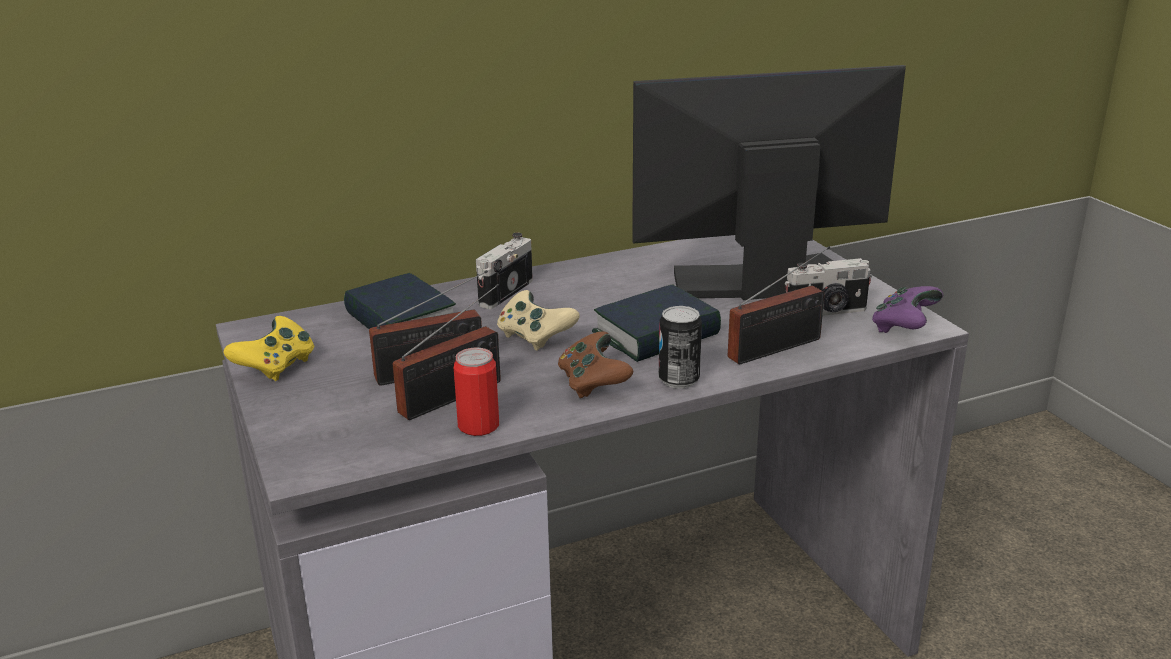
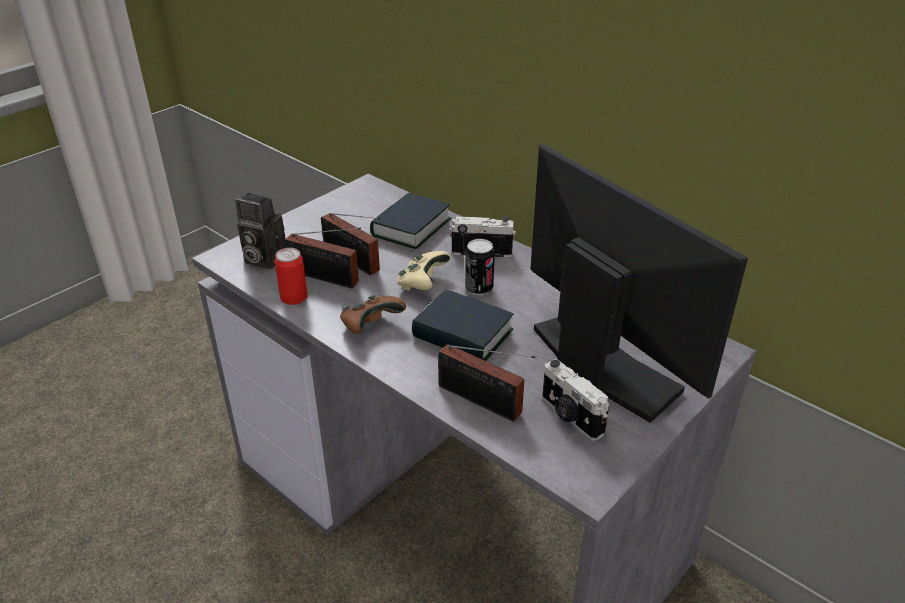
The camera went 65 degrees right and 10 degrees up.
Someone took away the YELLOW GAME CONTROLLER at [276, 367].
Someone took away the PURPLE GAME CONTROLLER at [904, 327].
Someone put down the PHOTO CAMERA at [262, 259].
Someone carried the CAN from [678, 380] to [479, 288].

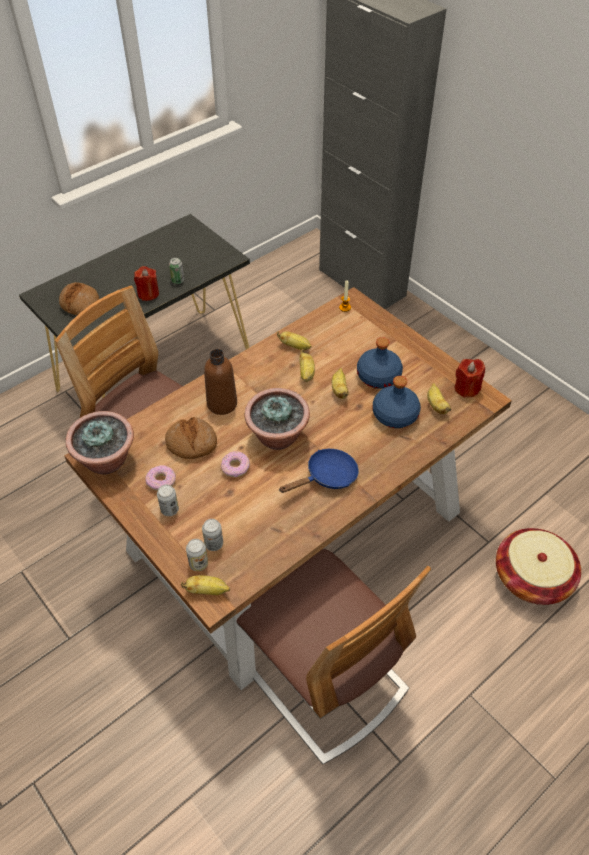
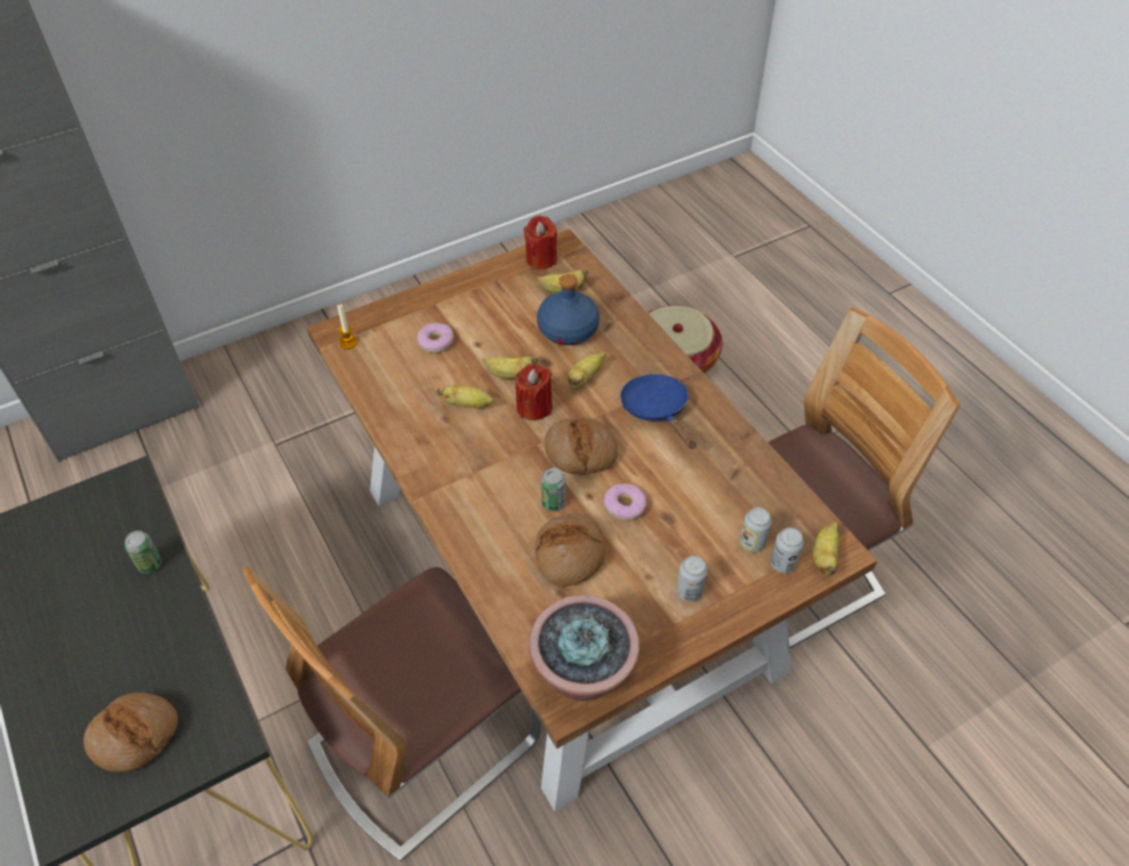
The camera went 80 degrees left and 0 degrees up.
Someone took away the BROWN BOTTLE at [222, 404].
Someone took away the BLUE BOTTLE at [379, 376].
Someone put down the CAN at [553, 503].
Someone carried the RED CANDLE from [148, 294] to [534, 407].
Someone carried the DONUT from [161, 481] to [435, 342].
Someone carried the BANANA from [295, 347] to [585, 378].
Someone swapped the POTTED PLANT at [278, 437] for the BREAD at [580, 452].

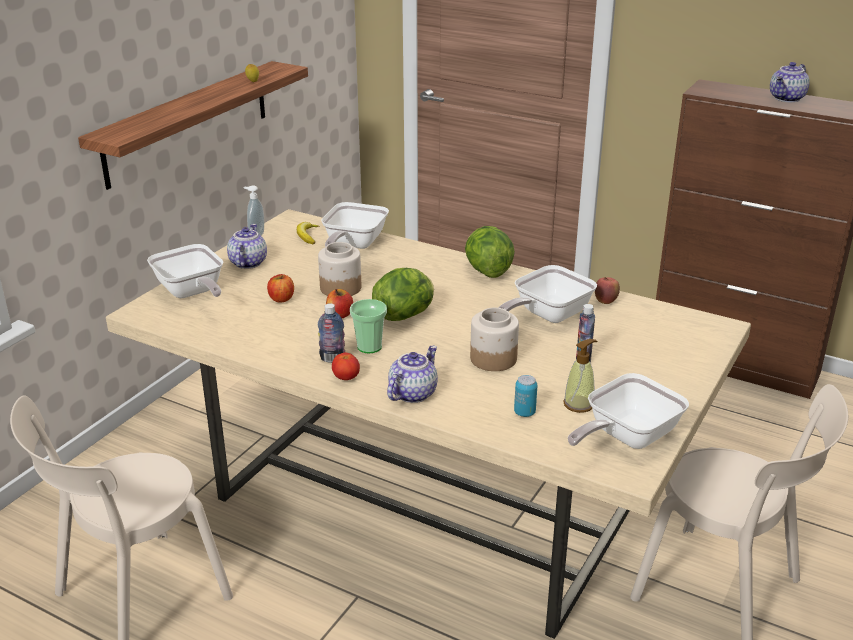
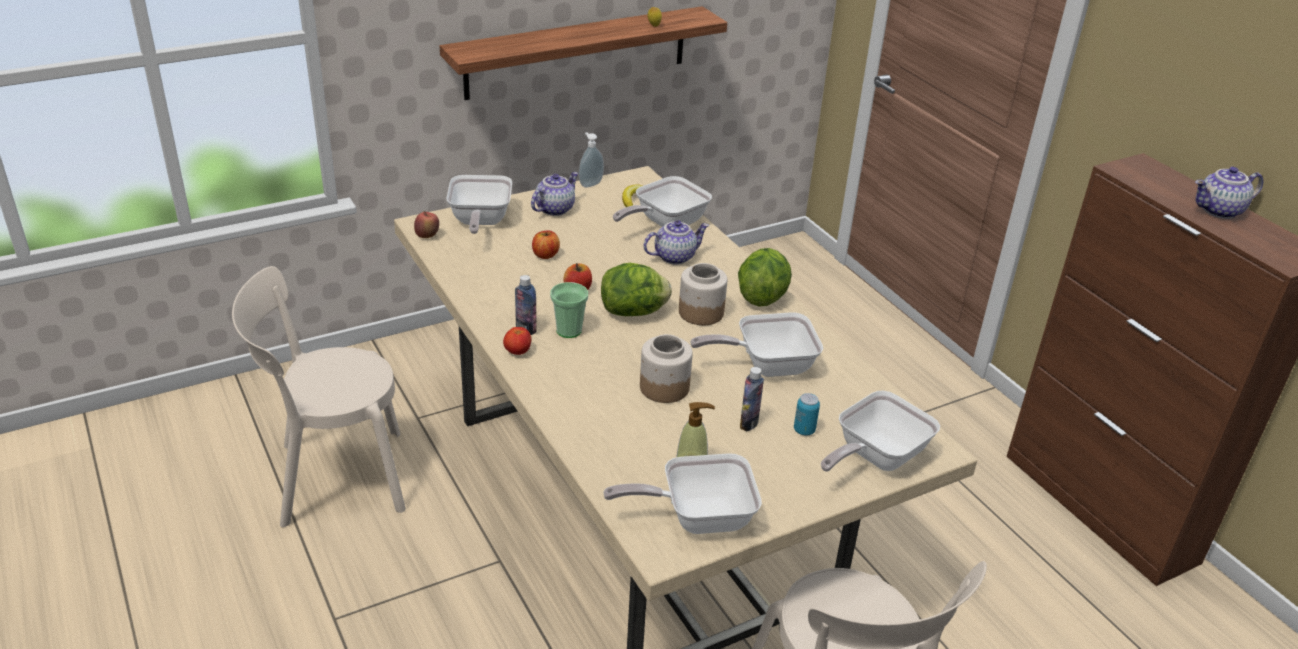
The camera went 30 degrees right and 5 degrees up.
Someone put down the FRYING PAN at [874, 457].
Someone carried the JAR from [340, 288] to [700, 312].
Someone carried the TEAPOT from [412, 393] to [674, 256].
Someone carried the CAN from [524, 412] to [804, 430].
Someone carried the APPLE from [605, 302] to [427, 236].

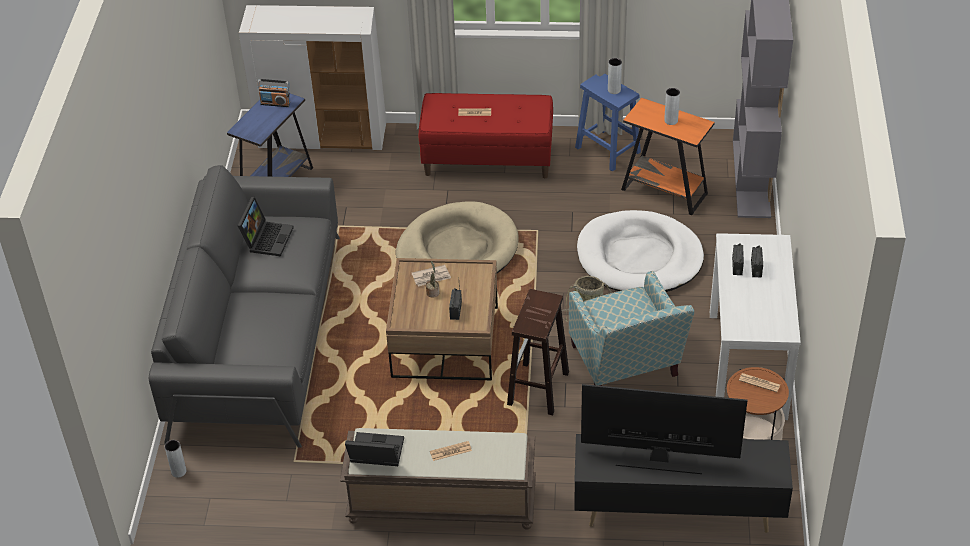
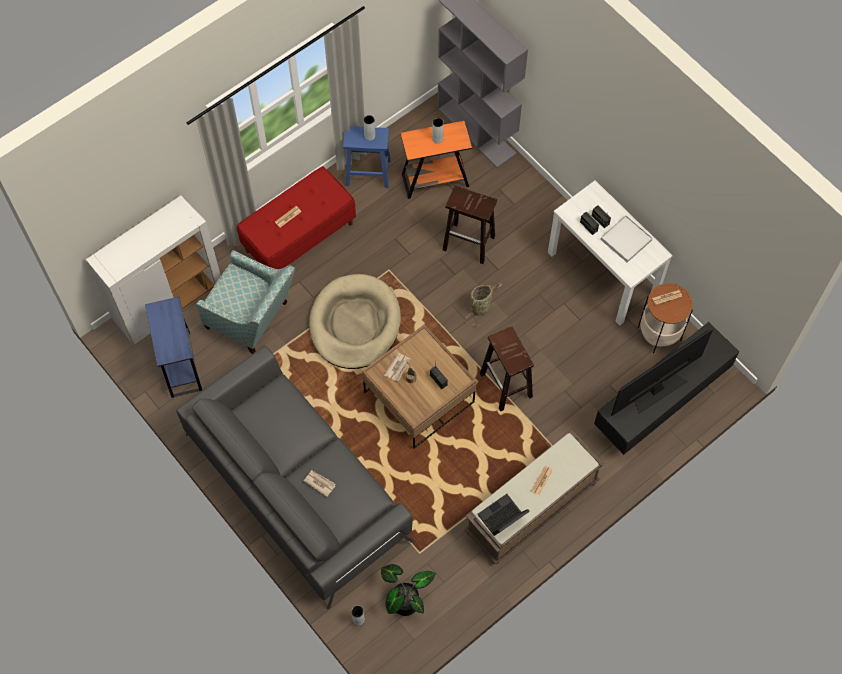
The camera went 45 degrees left and 20 degrees up.
Someone took away the LAPTOP at [267, 238].
Someone took away the RADIO at [275, 103].
Someone put down the NEWSPAPER at [319, 483].
Someone put down the POTTED PLANT at [404, 599].
Someone put down the WHITE TRAY at [626, 240].
Someone carried the ARMCHAIR from [627, 368] to [253, 319].
Someone swapped the WHITE DOG BED at [639, 257] for the BROWN STOOL at [469, 243].

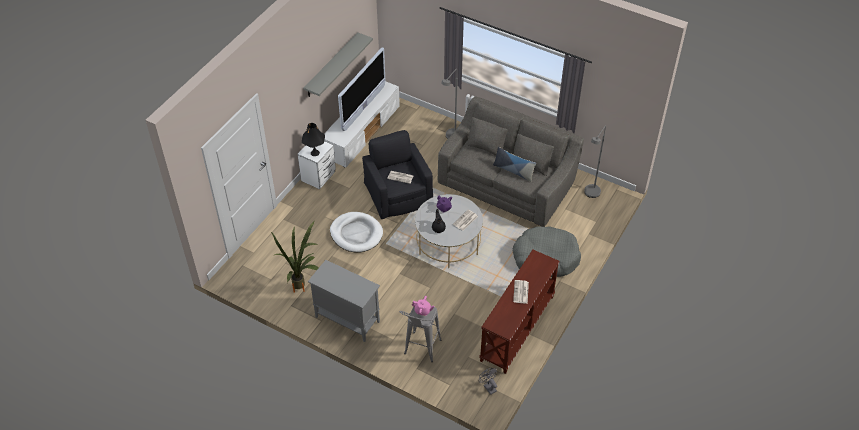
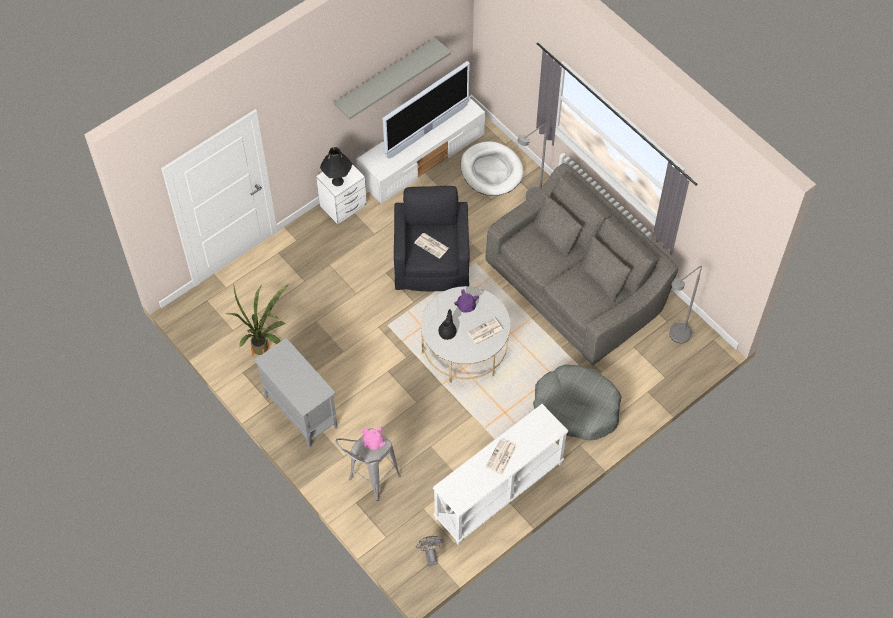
The camera went 20 degrees right and 10 degrees up.
Someone took away the PILLOW at [513, 171].
Someone carried the WHITE DOG BED from [356, 234] to [491, 171].
Someone repainted the BROWN CONSOLE TABLE at [518, 329], which became the WHITE CONSOLE TABLE at [499, 492].

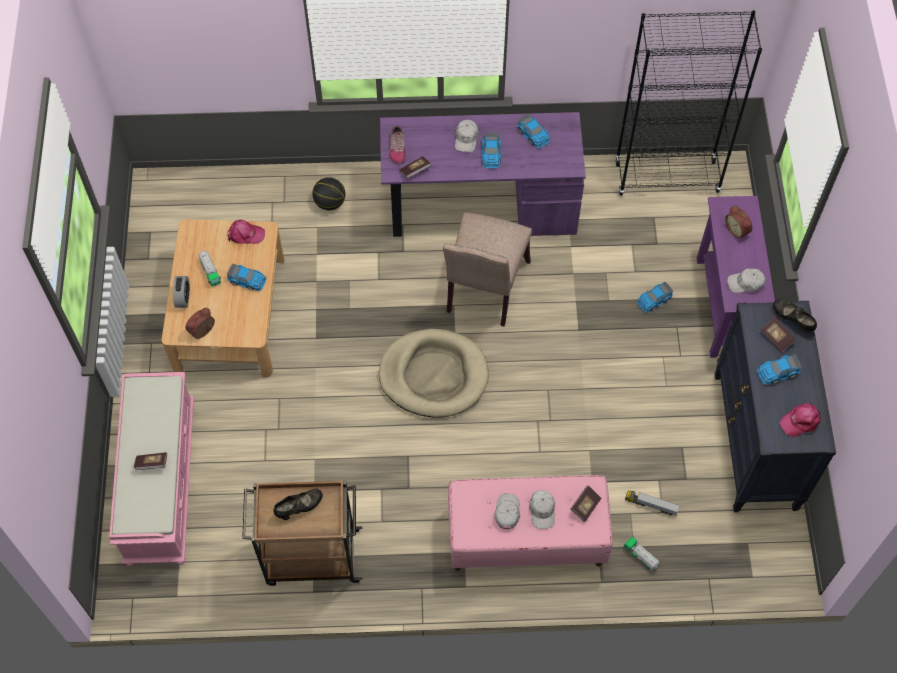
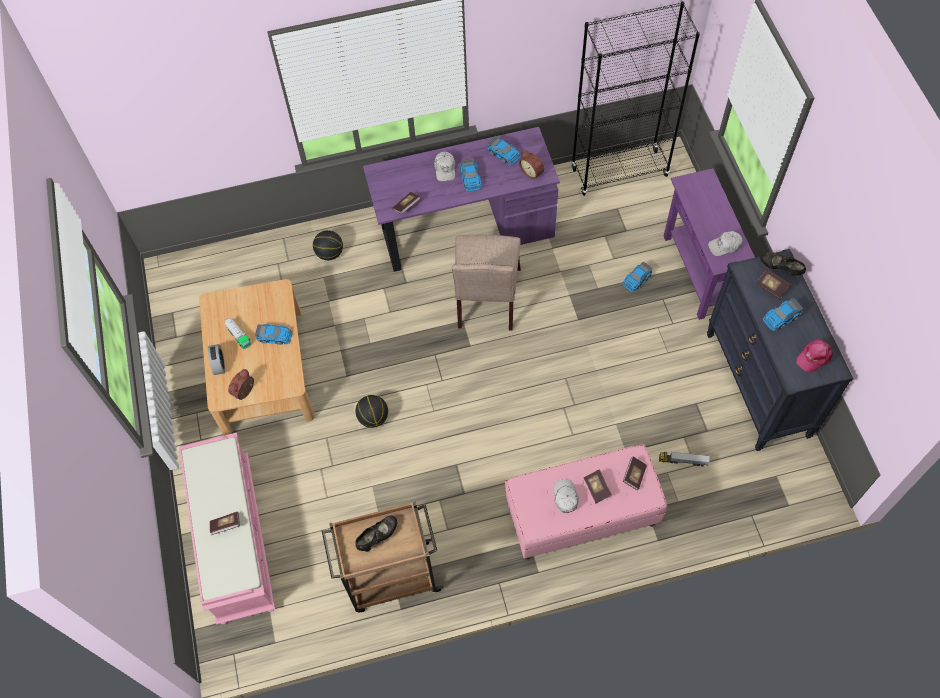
The camera went 10 degrees left and 0 degrees up.
Someone took away the PINK CAP at [245, 234].
Someone took away the BEIGE DOG BED at [434, 375].
Someone took away the SHOE at [397, 148].
Someone took away the TOY TRUCK at [640, 556].
Someone put down the BASKETBALL at [373, 417].
Someone carried the ALARM CLOCK from [737, 230] to [532, 172].
Someone swapped the WHITE CAP at [542, 511] for the BOOK at [596, 488].

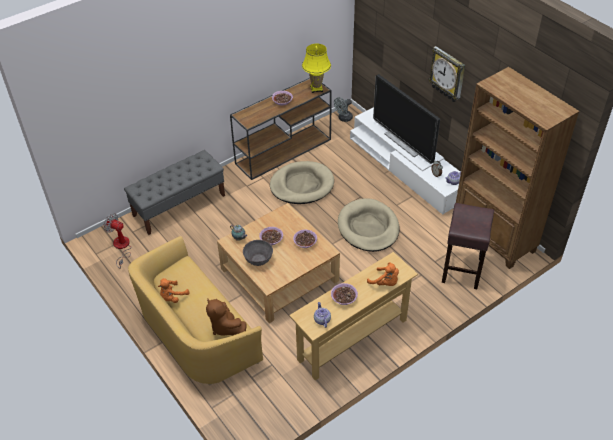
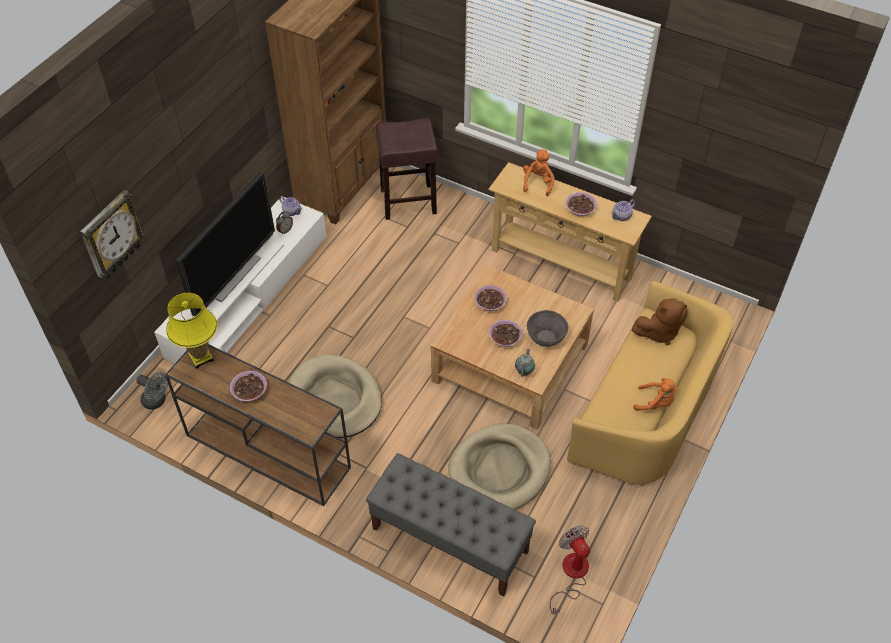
The camera went 115 degrees left and 5 degrees up.
Someone carried the BEIGE DOG BED from [368, 227] to [499, 470].
Someone carried the WALL CLOCK from [447, 74] to [111, 236].
Someone rotated the FAN at [121, 247] by 150 degrees clockwise.
Someone rotated the BROWN PLUSH TOY at [225, 327] by 45 degrees clockwise.

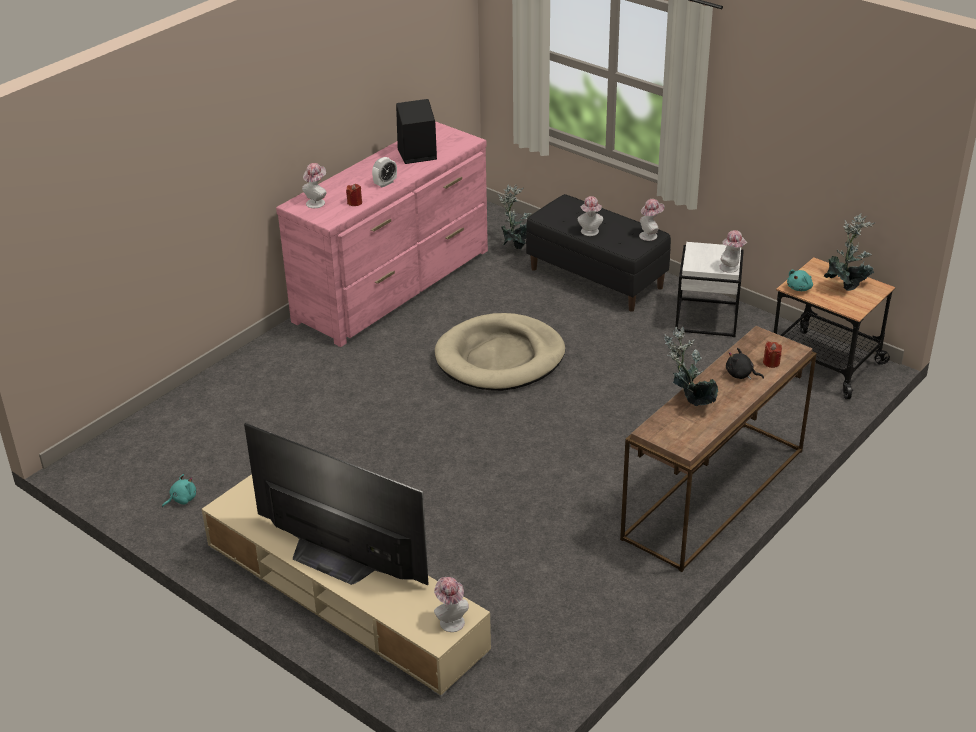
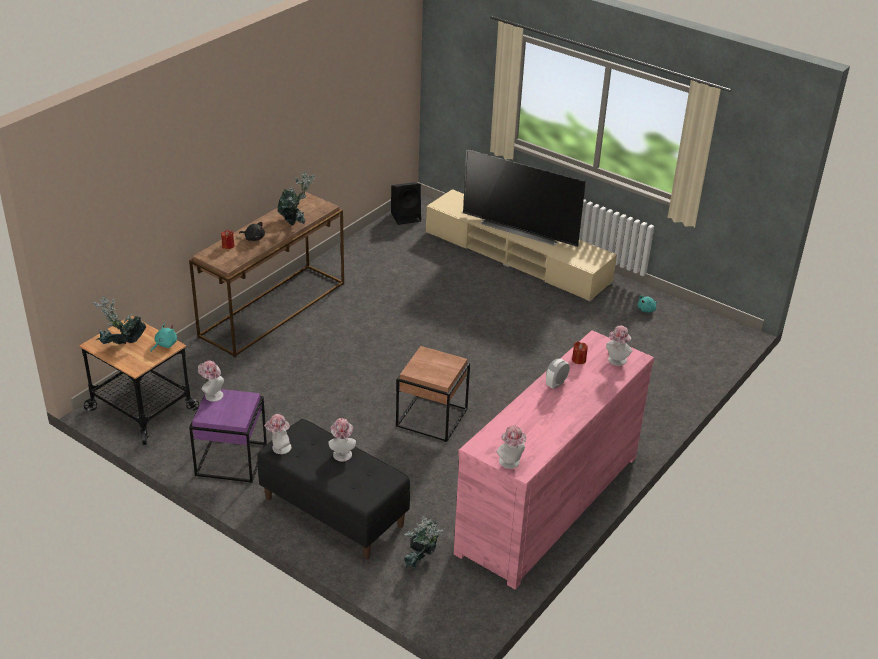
The camera went 175 degrees right and 0 degrees up.
Someone carried the BLACK SPEAKER from [416, 155] to [406, 216].
Someone carried the HAT from [450, 620] to [511, 463].
Someone swapped the BEIGE DOG BED at [500, 358] for the BROWN SIDE TABLE at [431, 418].
Someone repainted the WHITE SIDE TABLE at [706, 317], which became the PURPLE SIDE TABLE at [232, 460].

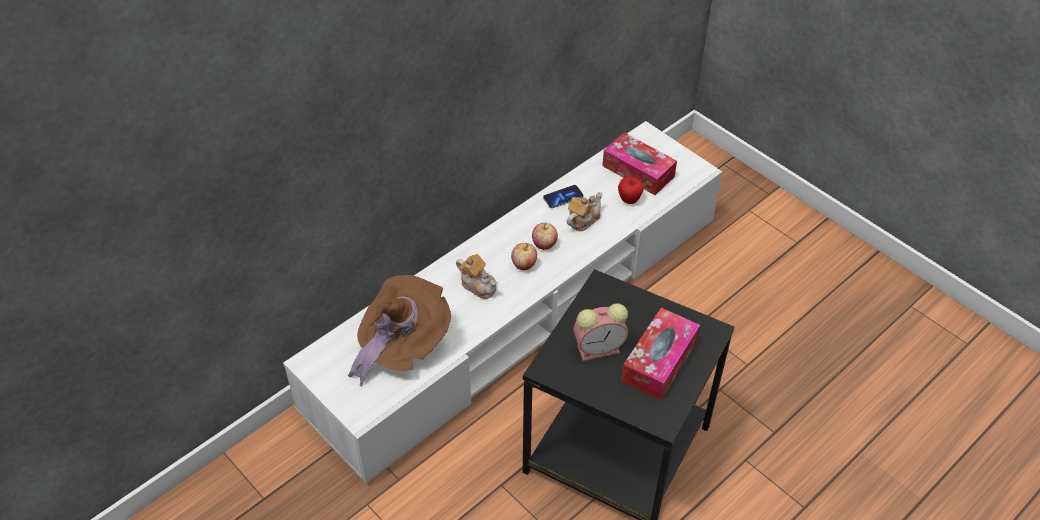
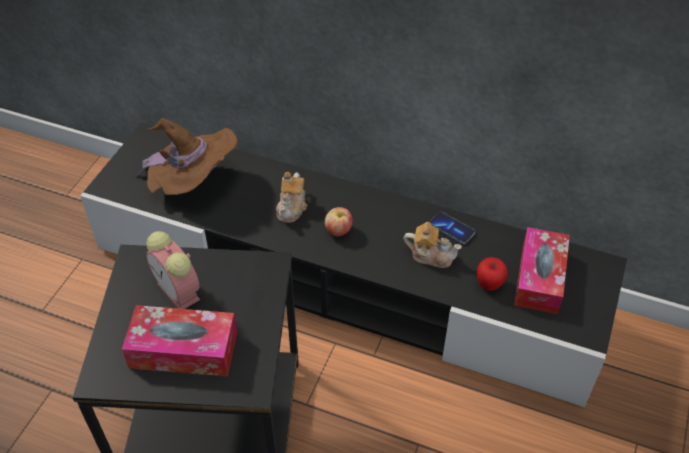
The camera went 65 degrees right and 0 degrees up.
Someone took away the APPLE at [544, 244].
Someone repainted the WHITE TV STAND at [520, 310], which became the BLACK TV STAND at [345, 281].

